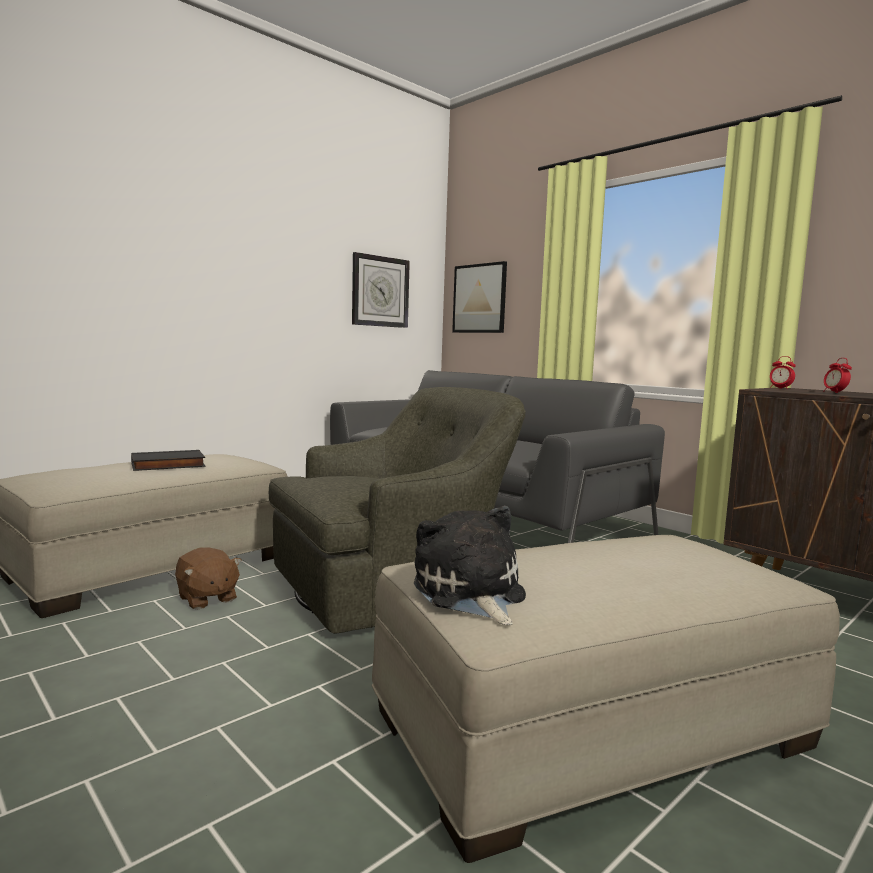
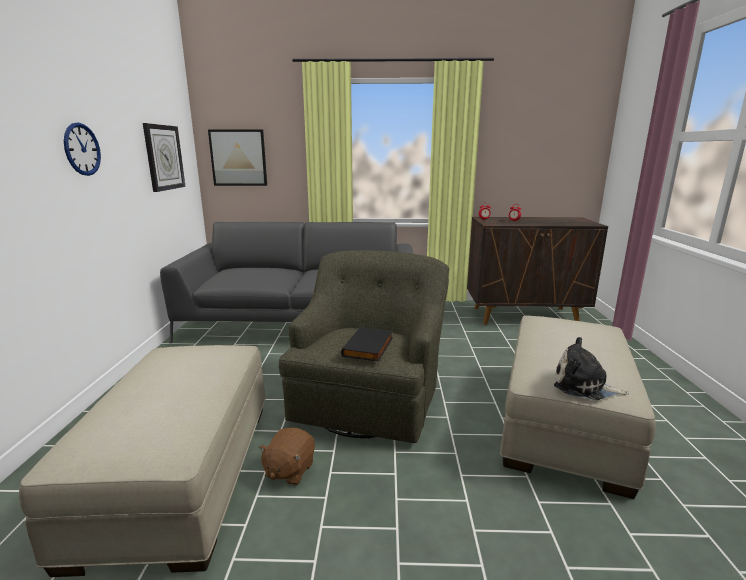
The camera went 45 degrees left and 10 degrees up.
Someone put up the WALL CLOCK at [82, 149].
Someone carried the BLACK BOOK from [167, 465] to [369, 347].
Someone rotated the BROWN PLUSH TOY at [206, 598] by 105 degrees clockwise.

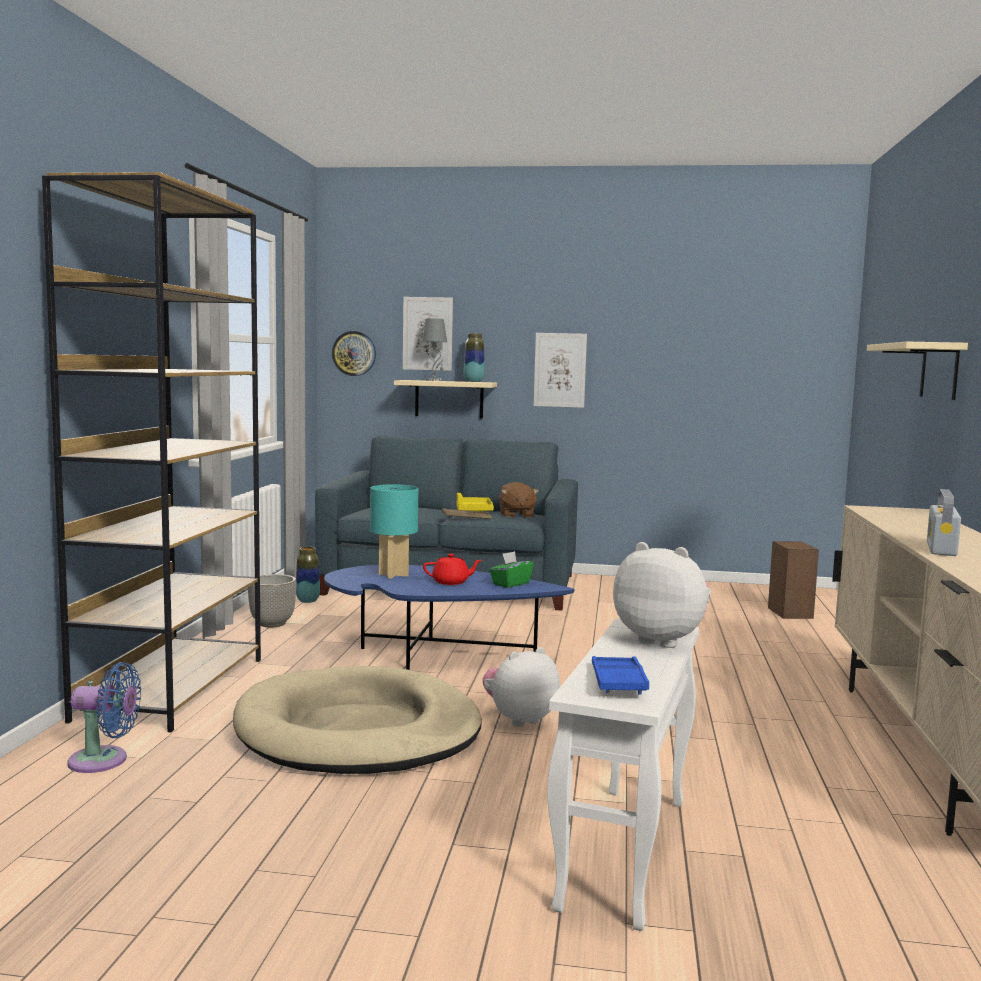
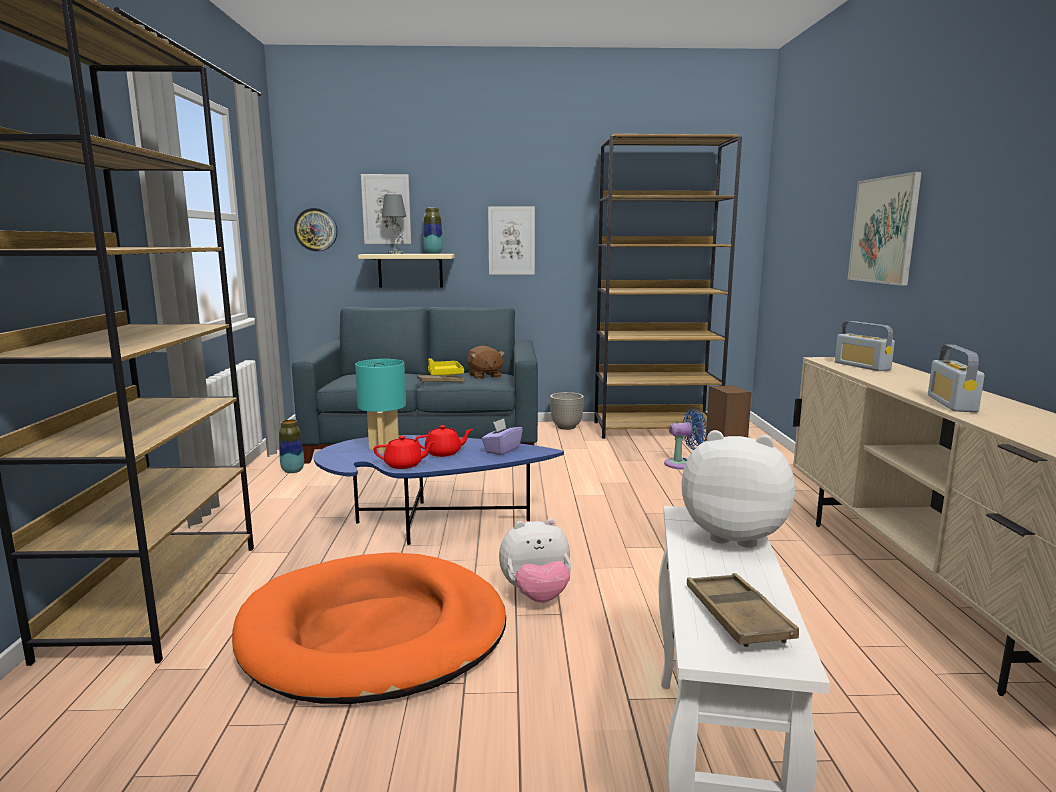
The camera went 10 degrees left and 5 degrees up.
Someone put down the RED TEAPOT at [404, 465].
Someone put down the BROWN BOOKCASE at [656, 429].
Someone put down the RADIO at [862, 366].
Someone carried the BLUE FAN from [104, 761] to [683, 464].
Someone carried the PLANTER from [273, 624] to [566, 427].
Someone swapped the BEIGE SHELF at [939, 371] for the PICTURE at [884, 230].
Someone repainted the BEIGE DOG BED at [358, 731], which became the ORANGE DOG BED at [374, 633].
Someone repainted the GREEN TISSUE BOX at [510, 584], which became the PURPLE TISSUE BOX at [502, 450].
Someone repainted the BLUE TRAY at [618, 681], which became the BROWN TRAY at [737, 616].
Someone rotated the PLUSH TOY at [519, 719] by 150 degrees counterclockwise.

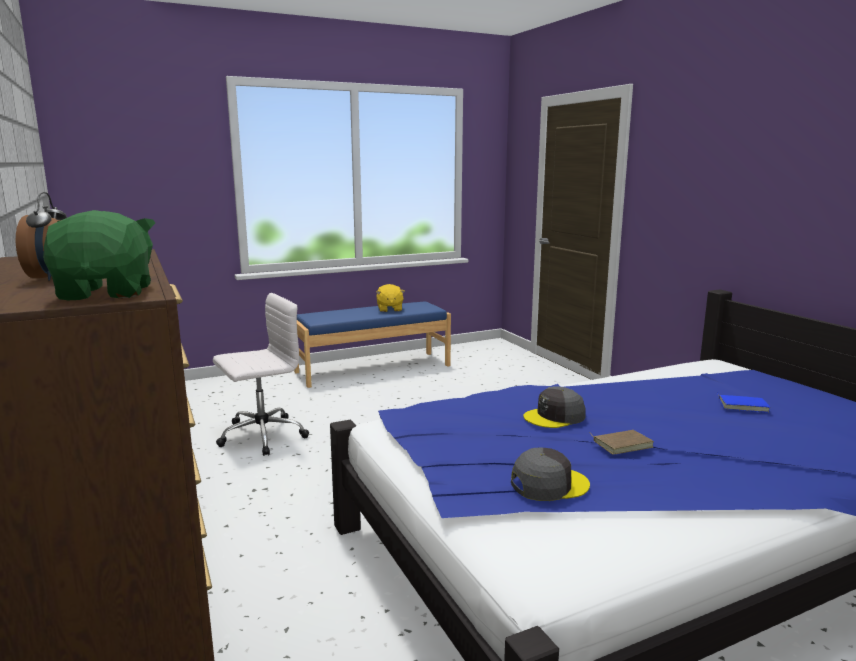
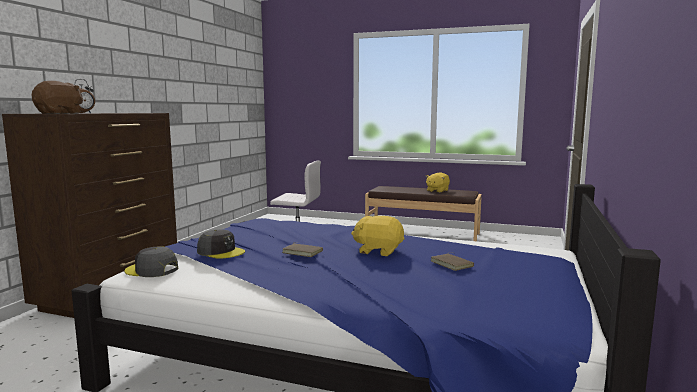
The camera went 45 degrees right and 5 degrees down.
Someone put down the YELLOW PLUSH TOY at [378, 251].
Someone carried the GREY CAP from [555, 417] to [151, 270].
Someone repainted the GREEN PLUSH TOY at [108, 293], which became the BROWN PLUSH TOY at [60, 113].
Someone repainted the BLUE BENCH at [373, 368], which became the BROWN BENCH at [422, 233].
Someone repainted the BLUE BOOK at [743, 405], which became the BROWN BOOK at [453, 264].

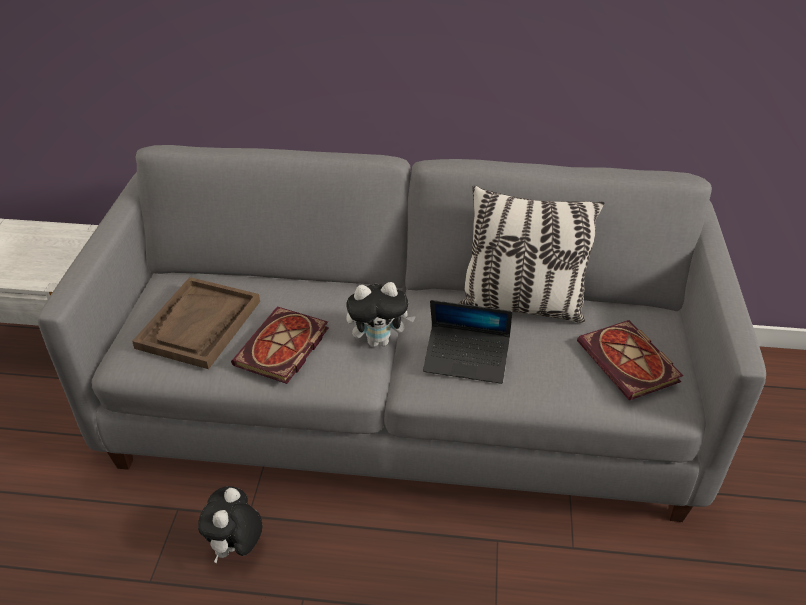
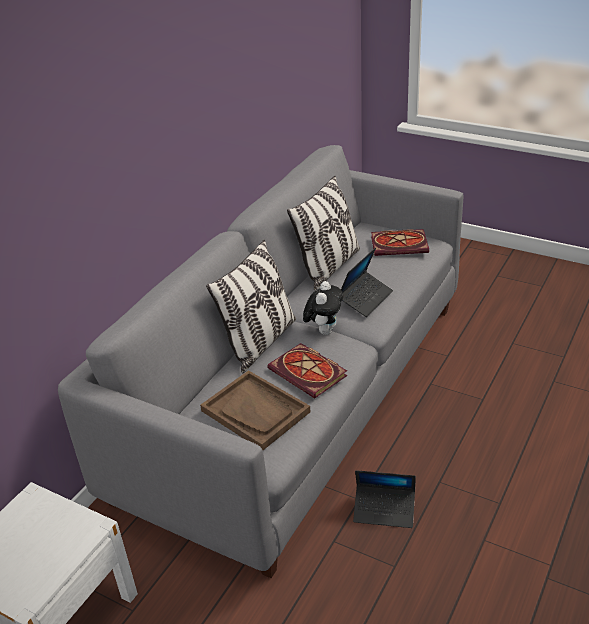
The camera went 65 degrees left and 5 degrees down.
Someone put down the PILLOW at [260, 342].
Someone swapped the PLUSH TOY at [236, 547] for the LAPTOP at [384, 510].

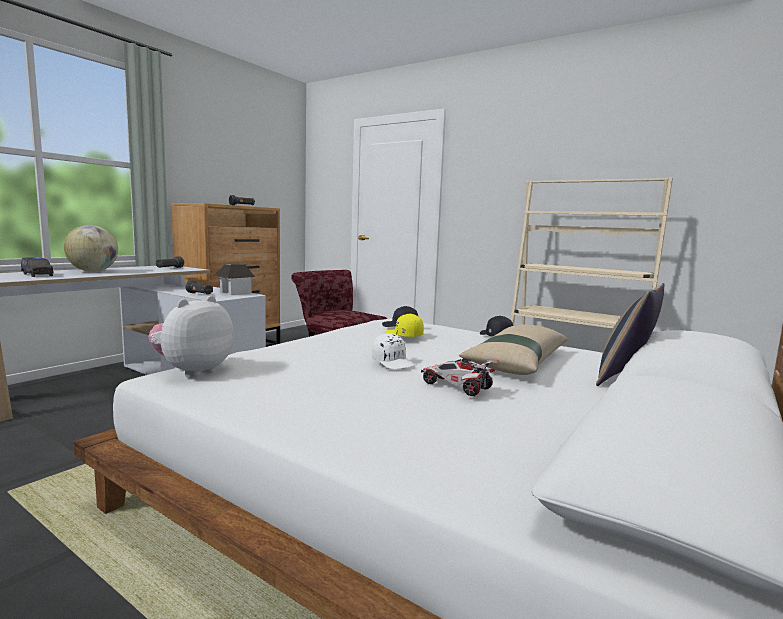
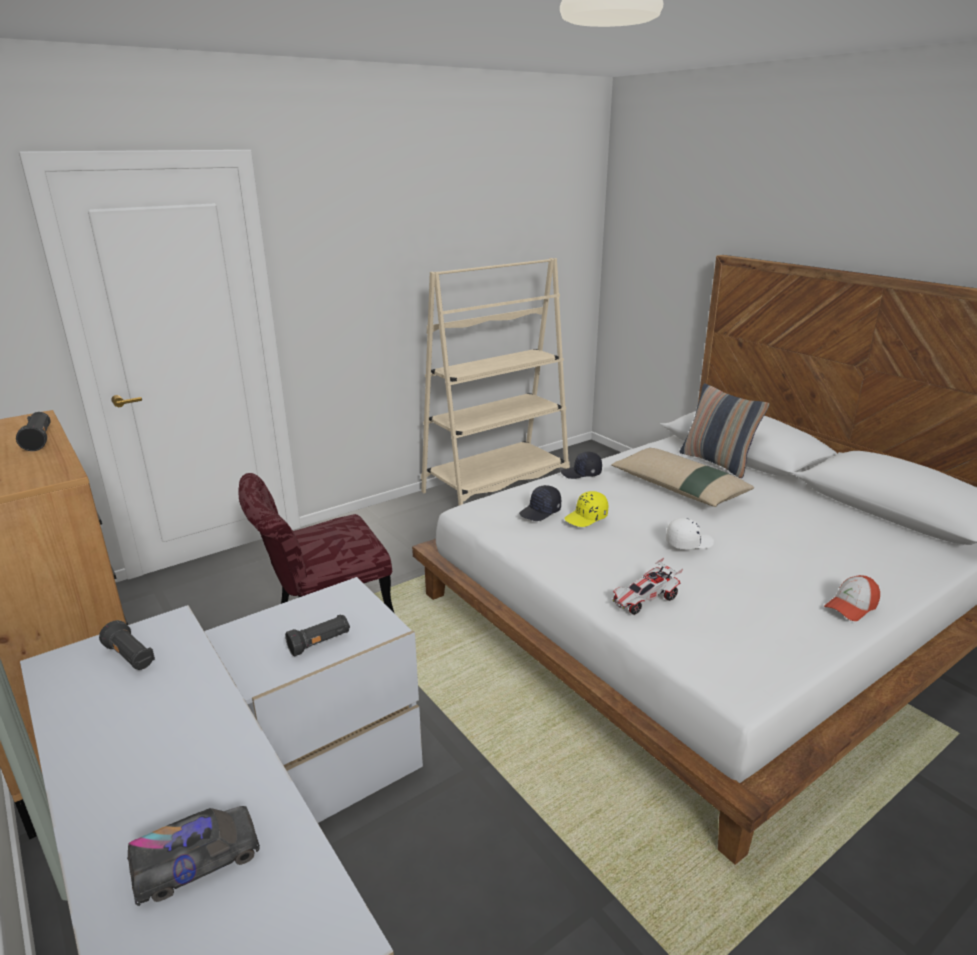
The camera went 70 degrees left and 15 degrees up.
Someone took away the GLOBE at [93, 271].
Someone took away the PLUSH TOY at [192, 371].
Someone took away the TOY HOUSE at [235, 293].
Someone put down the CAP at [851, 607].
Someone carried the TOY CAR from [456, 387] to [645, 600].

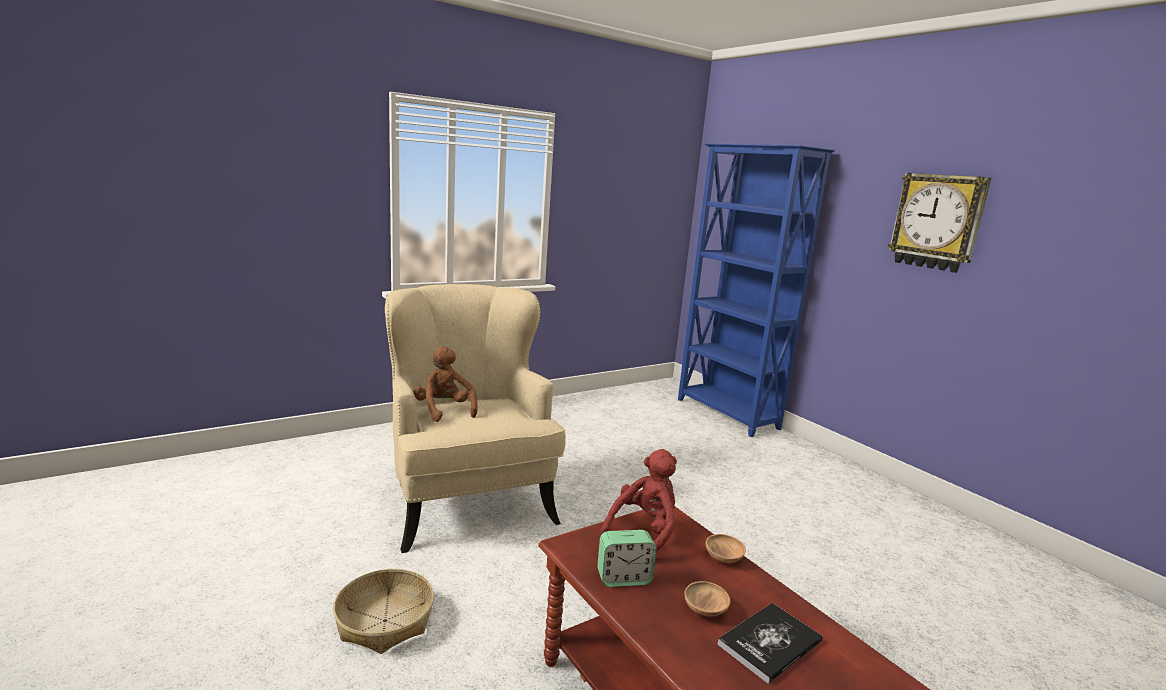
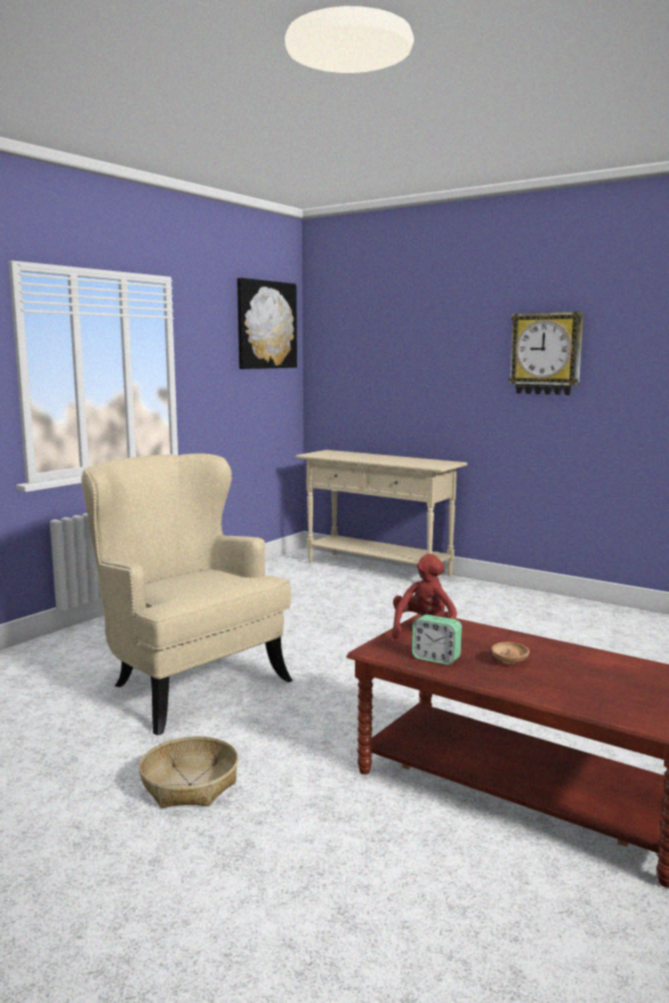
The camera went 20 degrees left and 5 degrees down.
Someone took away the BROWN PLUSH TOY at [444, 410].
Someone took away the BROWN BOWL at [723, 558].
Someone took away the BOOK at [770, 643].
Someone put up the PICTURE at [266, 325].
Someone swapped the BLUE BOOKCASE at [726, 414] for the BEIGE CONSOLE TABLE at [378, 569].
Someone rotated the ALARM CLOCK at [624, 578] by 60 degrees clockwise.

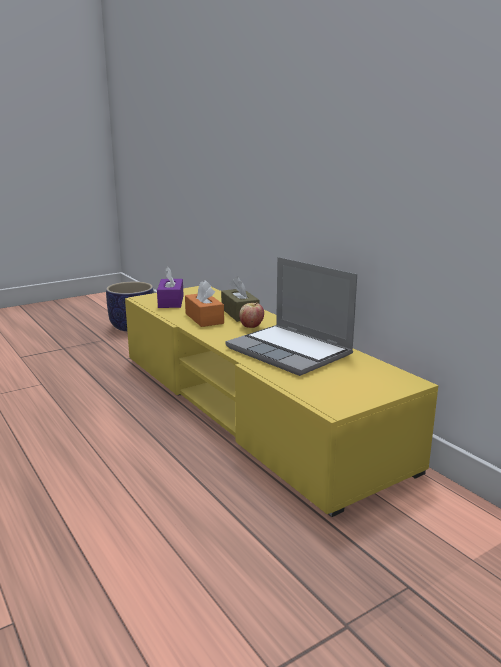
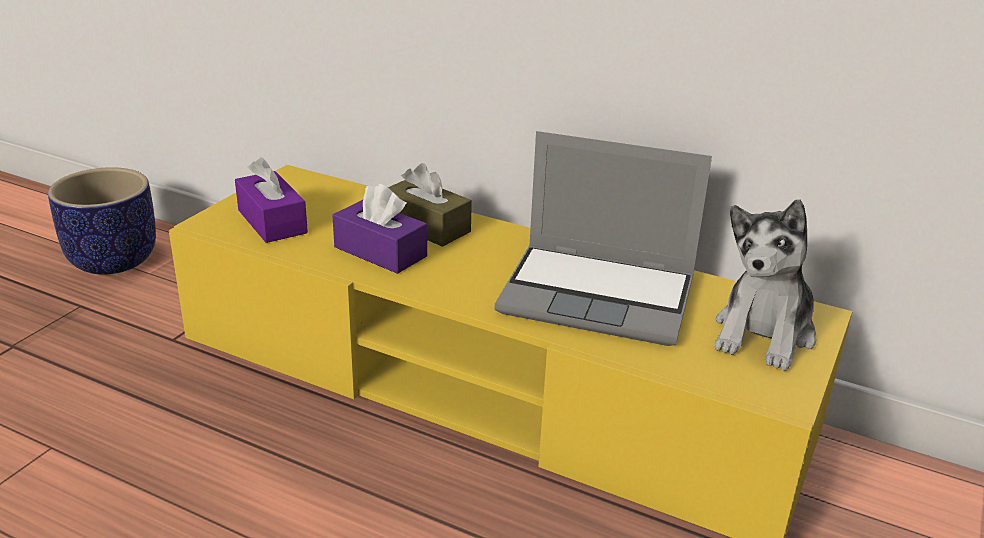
The camera went 30 degrees left and 10 degrees up.
Someone took away the APPLE at [251, 326].
Someone put down the PLUSH TOY at [764, 334].
Someone repainted the ORANGE TISSUE BOX at [204, 318], which became the PURPLE TISSUE BOX at [380, 252].

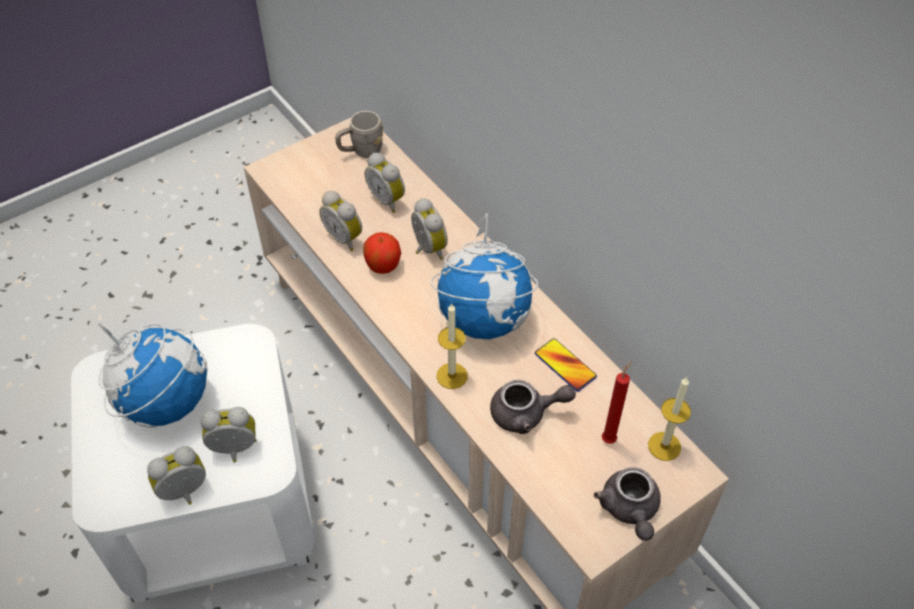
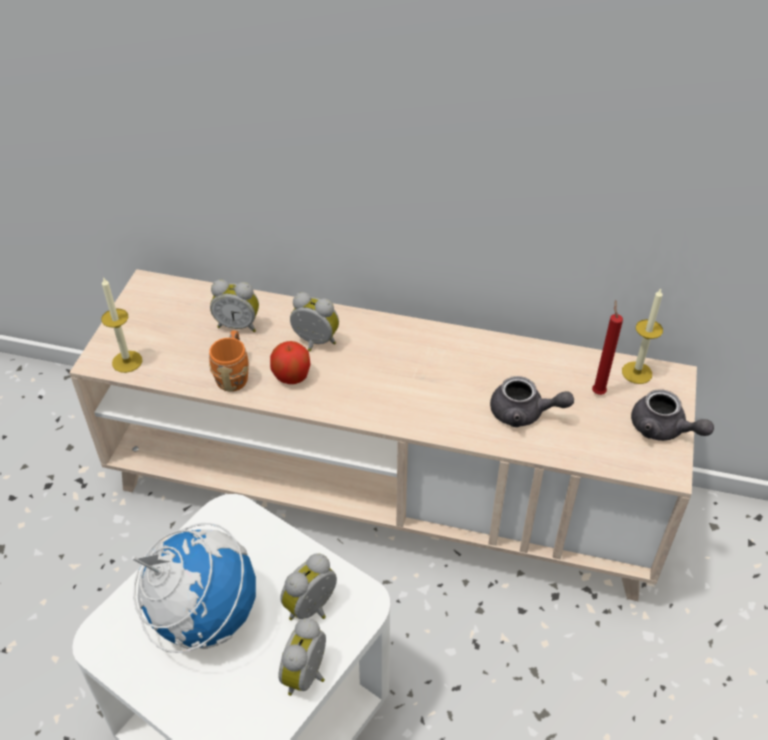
The camera went 40 degrees left and 5 degrees down.
Someone took away the GREY MUG at [361, 151].
Someone took away the GLOBE at [484, 319].
Someone took away the PHONE at [565, 365].
Someone carried the CANDLE from [452, 376] to [127, 361].
Someone swapped the ALARM CLOCK at [345, 237] for the ORANGE MUG at [233, 374].
Someone rotated the GREY TEAPOT at [526, 414] by 60 degrees clockwise.

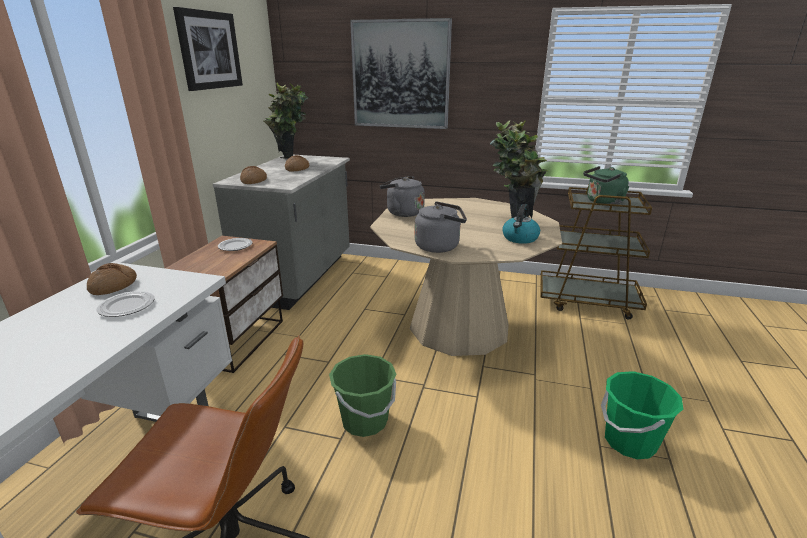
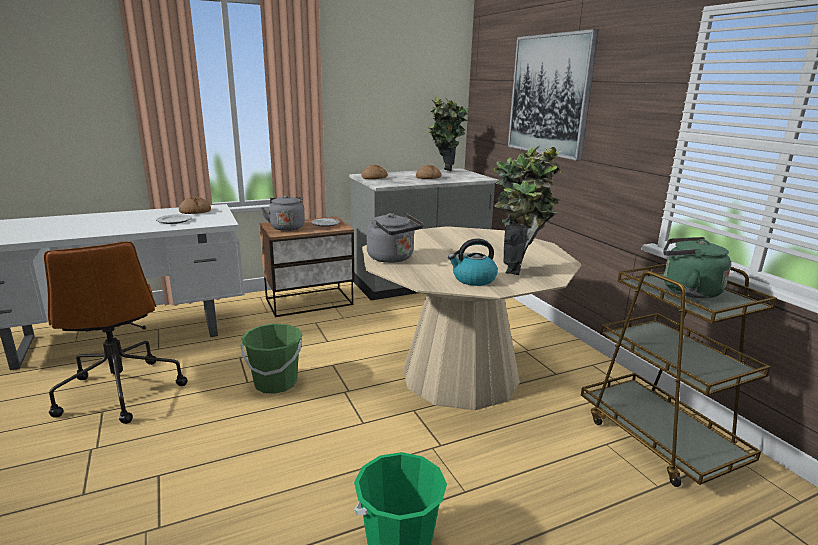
The camera went 50 degrees right and 5 degrees down.
Someone took away the PICTURE at [209, 50].
Someone carried the GREY KETTLE from [402, 213] to [287, 227].

